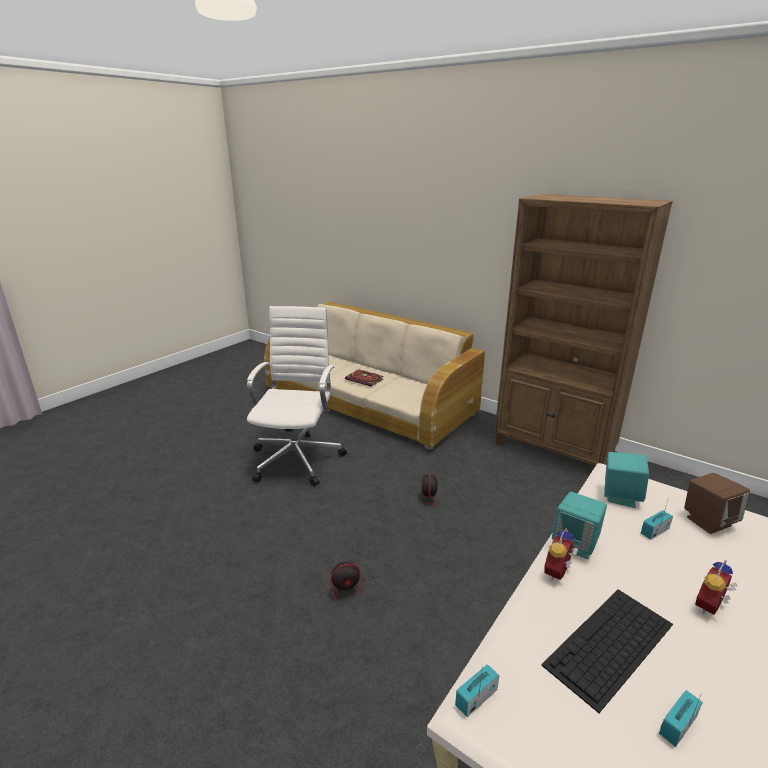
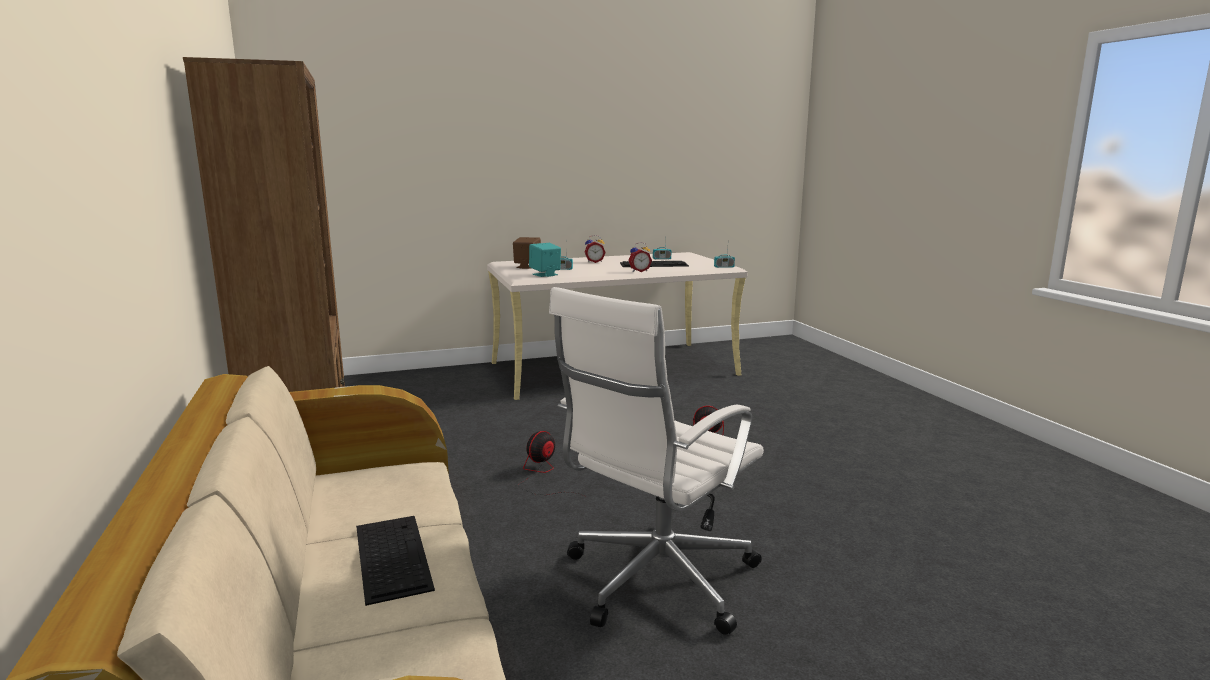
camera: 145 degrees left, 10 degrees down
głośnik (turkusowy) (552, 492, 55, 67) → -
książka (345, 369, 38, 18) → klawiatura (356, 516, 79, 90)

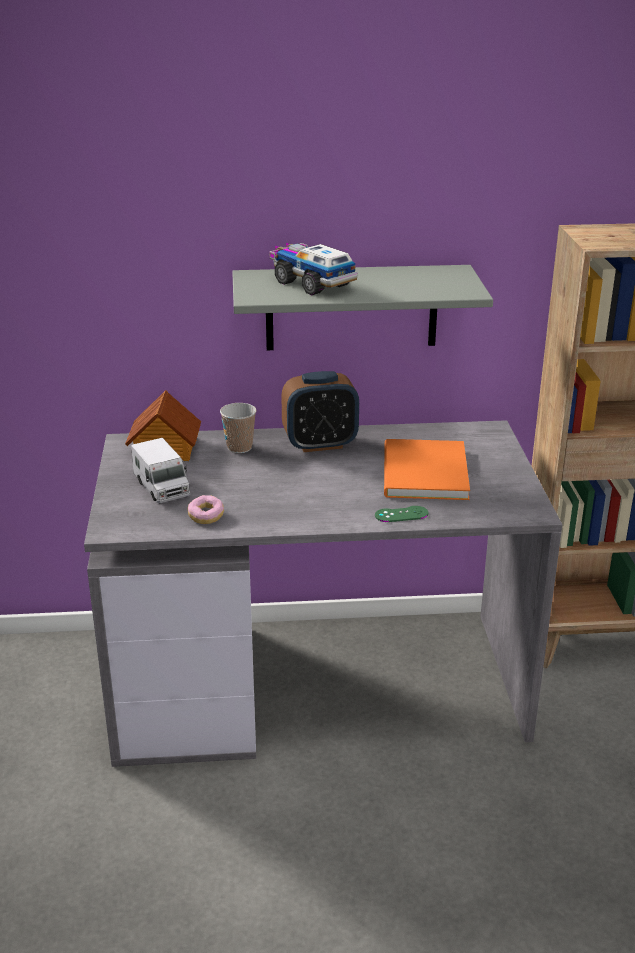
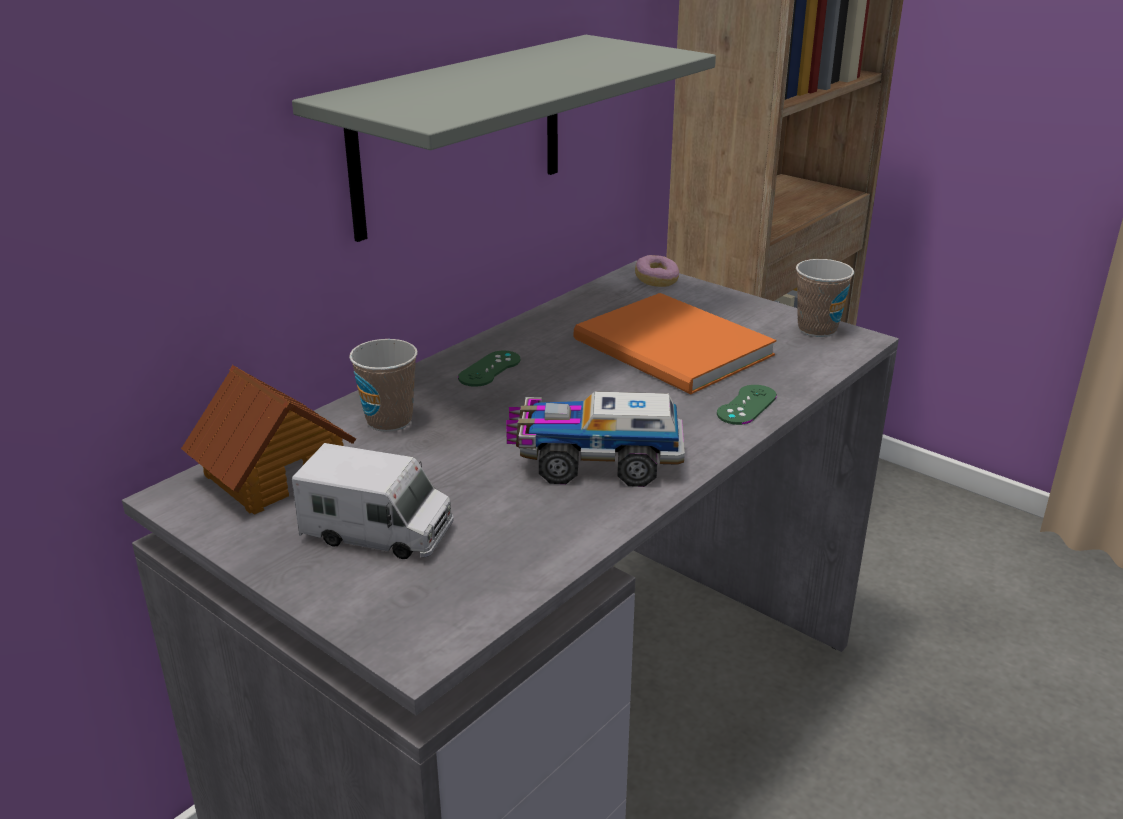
camera: 45 degrees left, 0 degrees up
- → filiżanka (796, 259, 58, 78)
donut (187, 495, 37, 29) → donut (635, 255, 44, 32), shifted
ciężarówka zabawkowa (269, 243, 89, 52) → ciężarówka zabawkowa (506, 391, 179, 96), shifted
budzik (281, 371, 78, 81) → pad do gier (zielony) (458, 351, 62, 36)

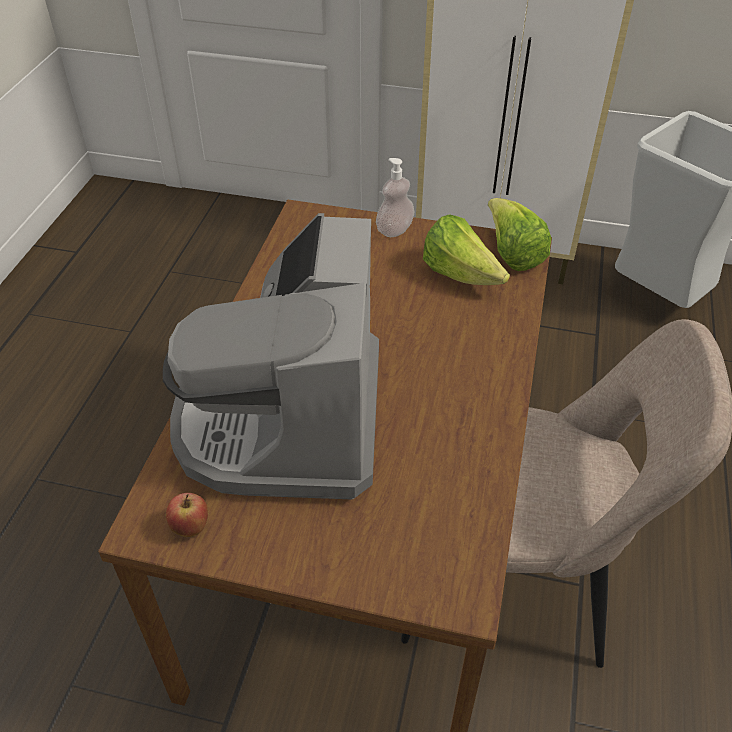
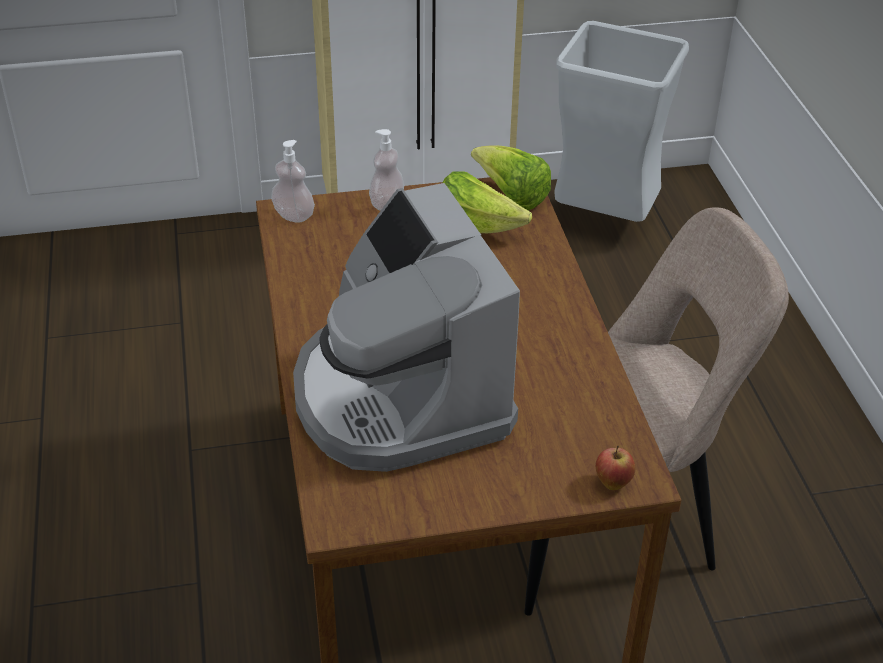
camera: 25 degrees left, 5 degrees down
- → dozownik mydła (271, 140, 44, 83)
jabłko (166, 493, 42, 44) → jabłko (596, 446, 39, 44), shifted

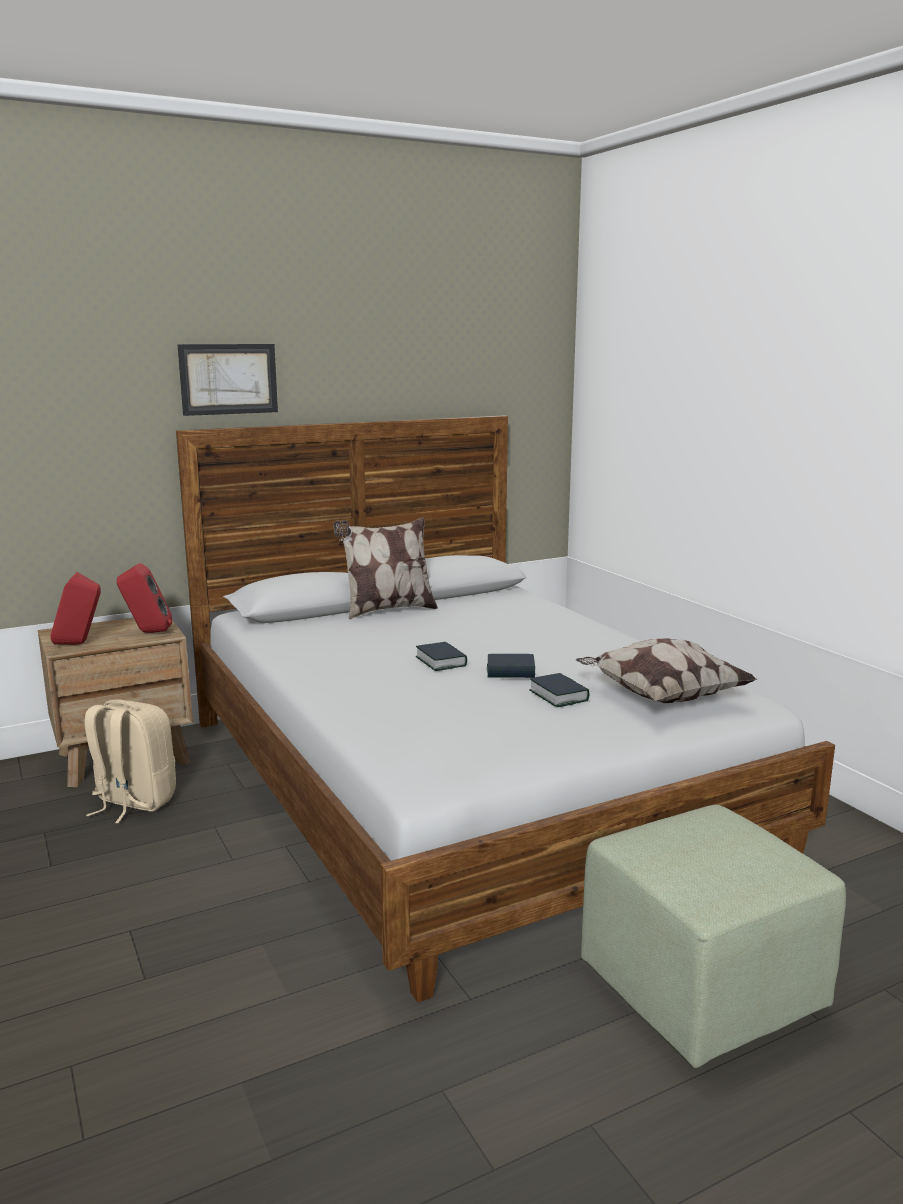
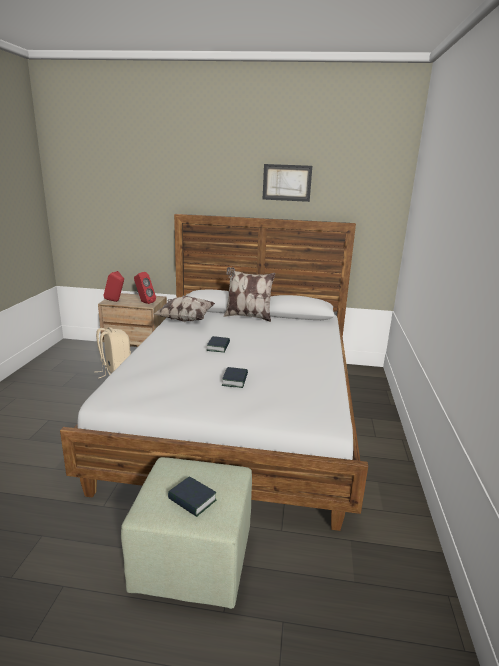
camera: 35 degrees right, 5 degrees up
obraz (177, 344, 101, 72) → obraz (263, 164, 49, 38), shifted
książka (487, 654, 48, 24) → książka (168, 477, 49, 40), shifted
poduszka (576, 638, 181, 65) → poduszka (154, 296, 61, 26), shifted

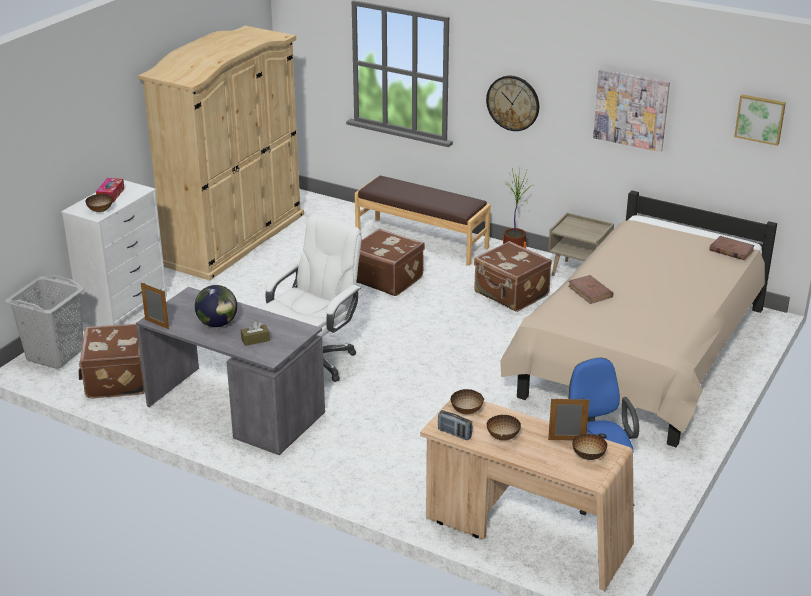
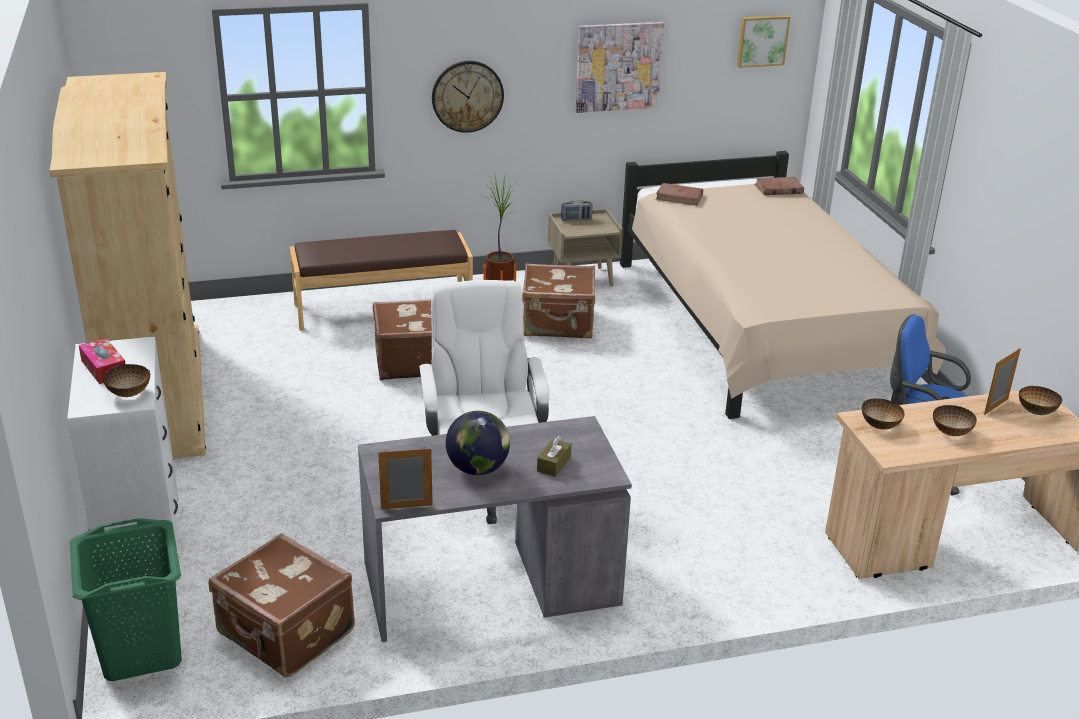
camera: 45 degrees left, 0 degrees up
radio (438, 410, 34, 30) → radio (561, 200, 32, 21), shifted
książka (brązowy) (568, 275, 45, 29) → książka (brązowy) (656, 183, 47, 22), shifted
kosz na pranie (szary) (5, 275, 80, 93) → kosz na pranie (zielony) (69, 518, 113, 163)

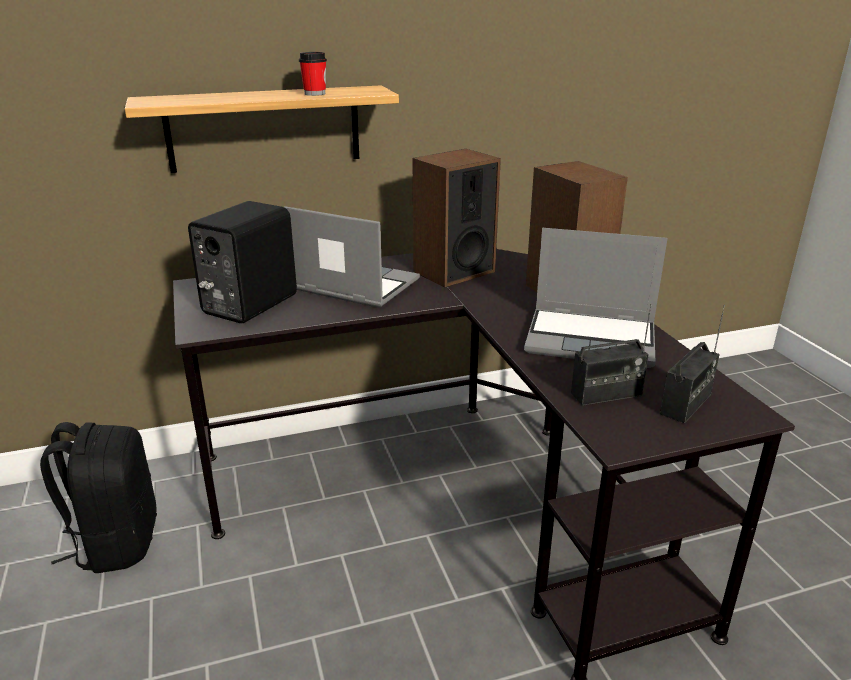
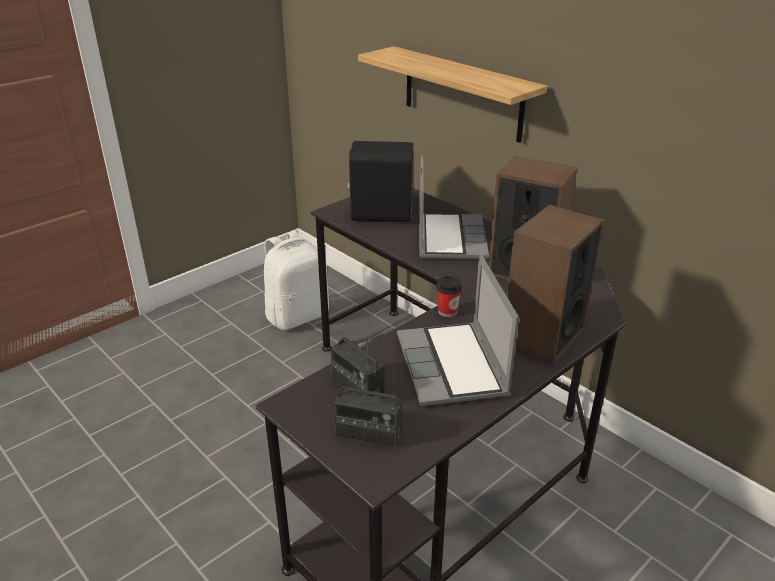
camera: 65 degrees right, 5 degrees up
filiżanka (299, 52, 28, 44) → filiżanka (436, 276, 26, 41), shifted
plecak (czarny) (40, 422, 117, 151) → plecak (biały) (264, 231, 65, 99)

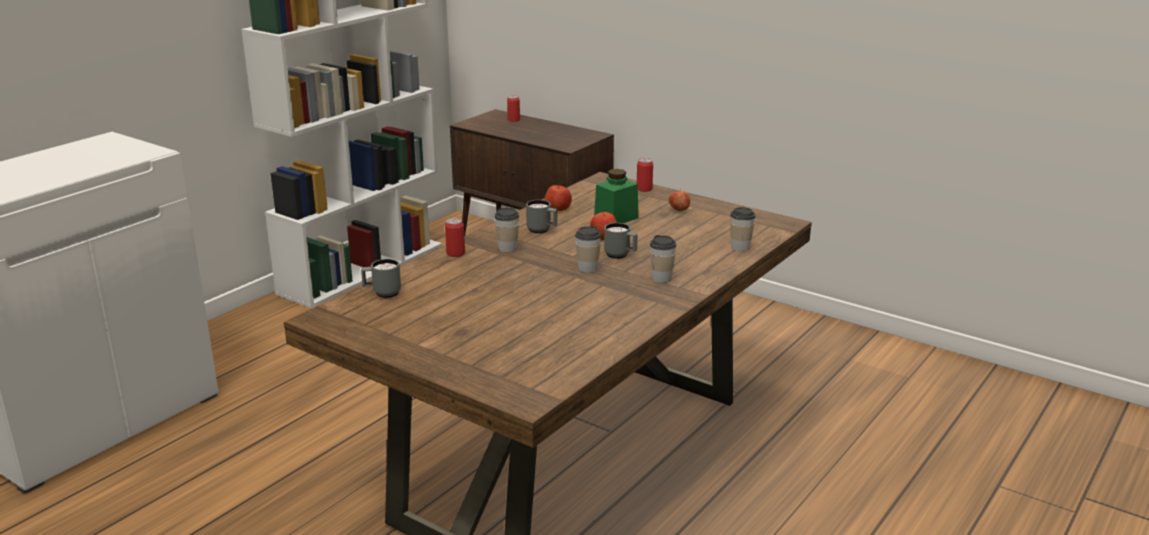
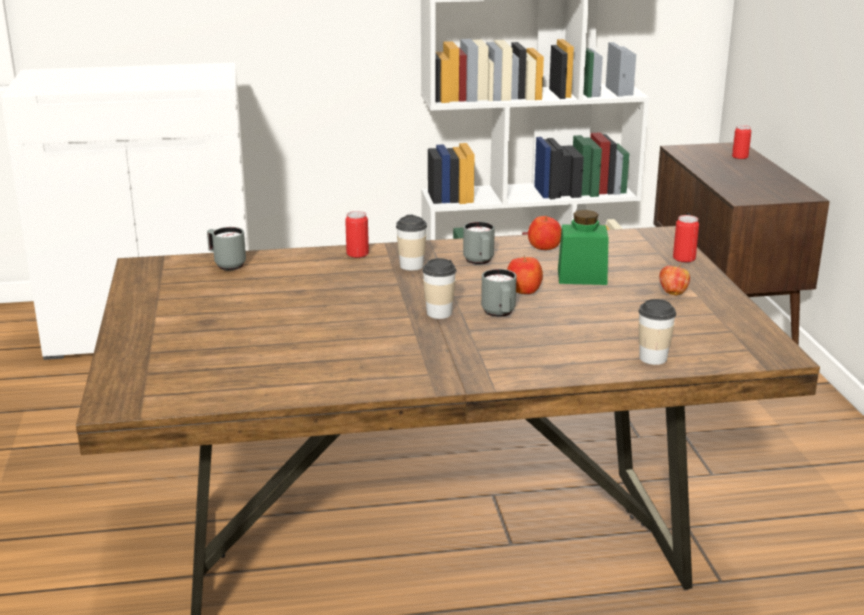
camera: 45 degrees right, 0 degrees up
filiżanka (650, 235, 27, 48) → -

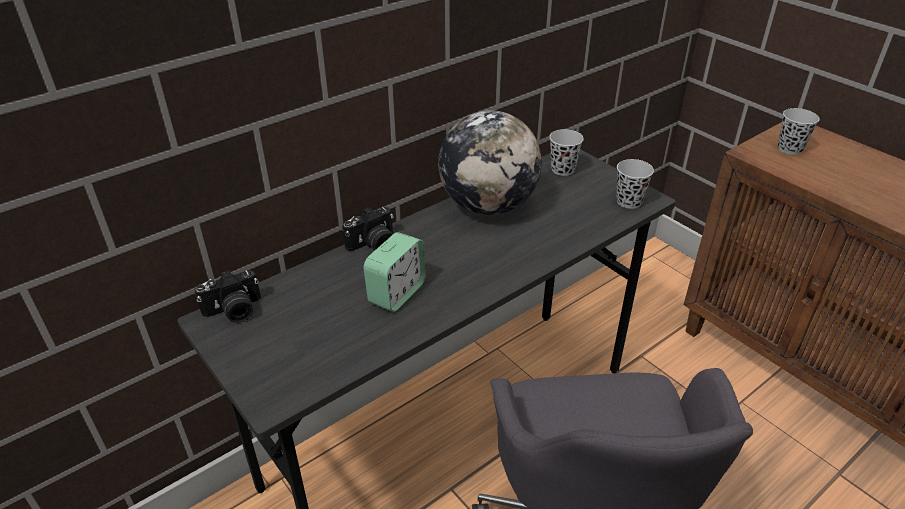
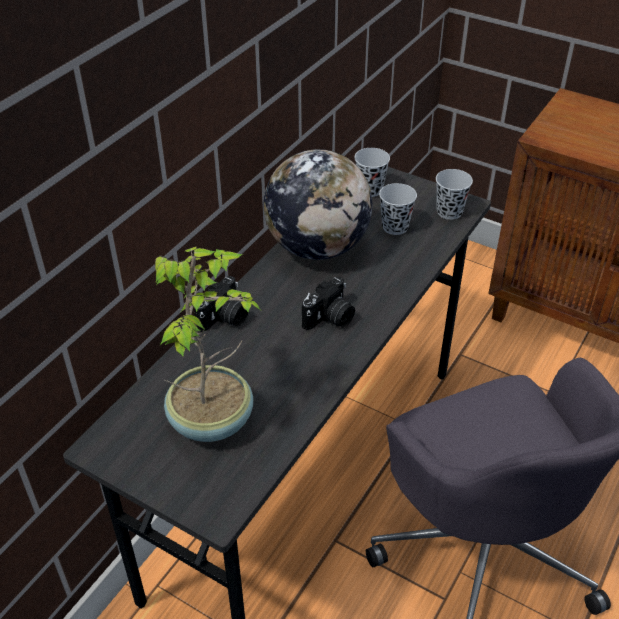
camera: 20 degrees left, 5 degrees up
budzik (363, 232, 63, 80) → -
- → roślina doniczkowa (155, 246, 106, 196)
aparat fotograficzny (194, 270, 67, 53) → aparat fotograficzny (302, 277, 53, 53), shifted
filiżanka (czarny) (778, 108, 42, 47) → filiżanka (czarny) (379, 183, 38, 52), shifted

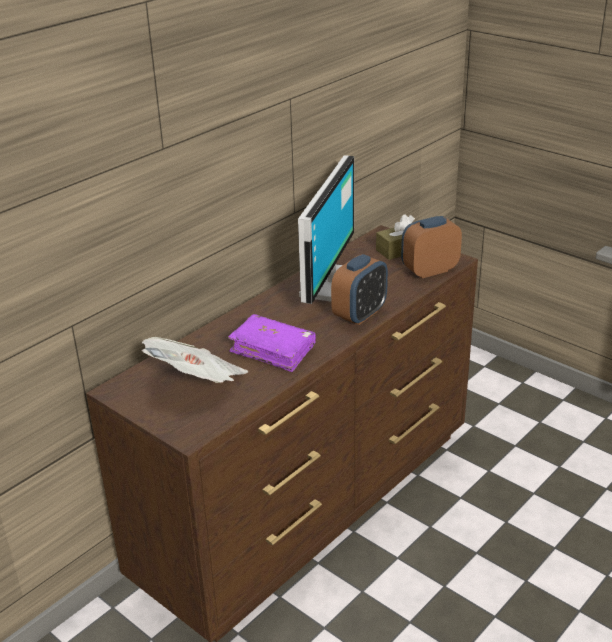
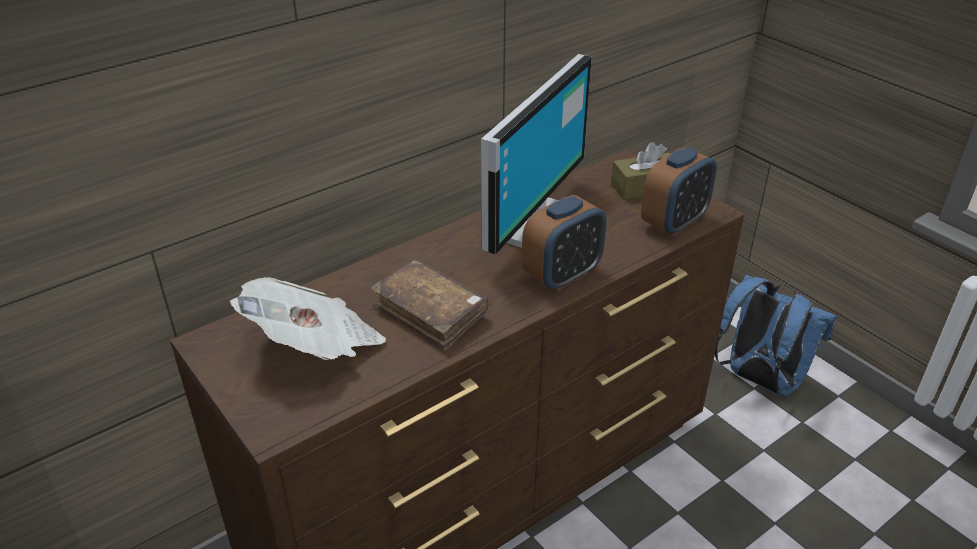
camera: 10 degrees right, 5 degrees up
- → plecak (niebieski) (715, 274, 122, 122)
książka (fioletowy) (228, 314, 88, 58) → książka (brązowy) (371, 259, 118, 91)
budzik (401, 216, 61, 62) → budzik (641, 147, 76, 89), 150 degrees clockwise

